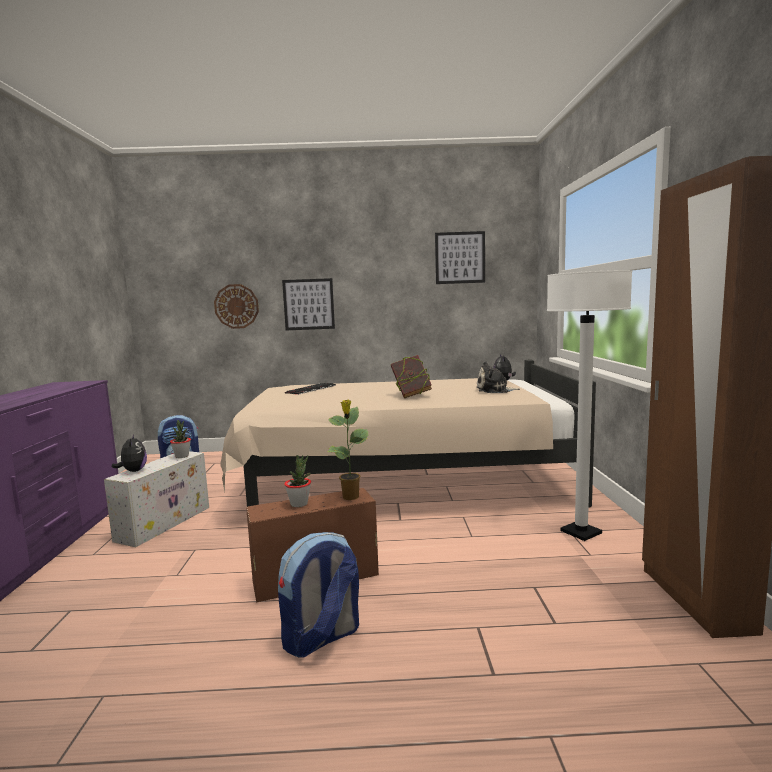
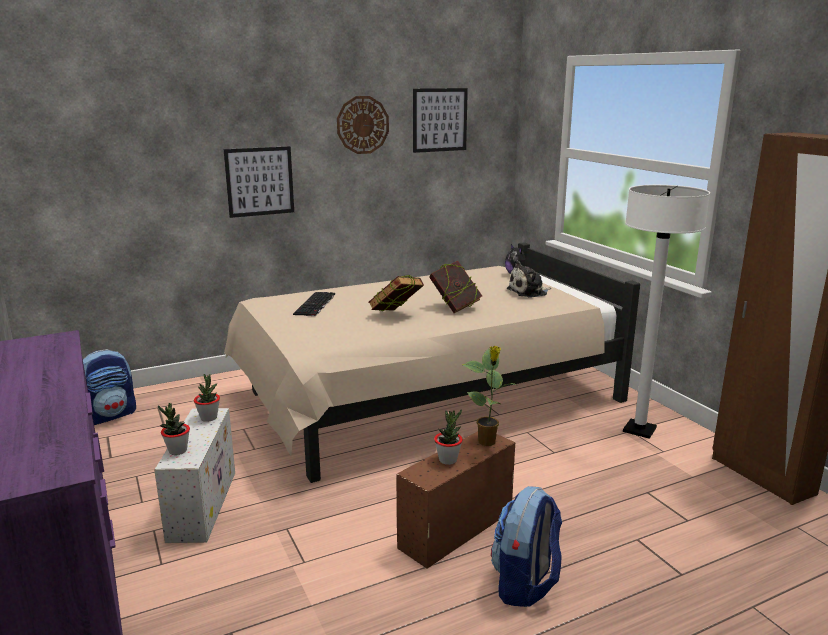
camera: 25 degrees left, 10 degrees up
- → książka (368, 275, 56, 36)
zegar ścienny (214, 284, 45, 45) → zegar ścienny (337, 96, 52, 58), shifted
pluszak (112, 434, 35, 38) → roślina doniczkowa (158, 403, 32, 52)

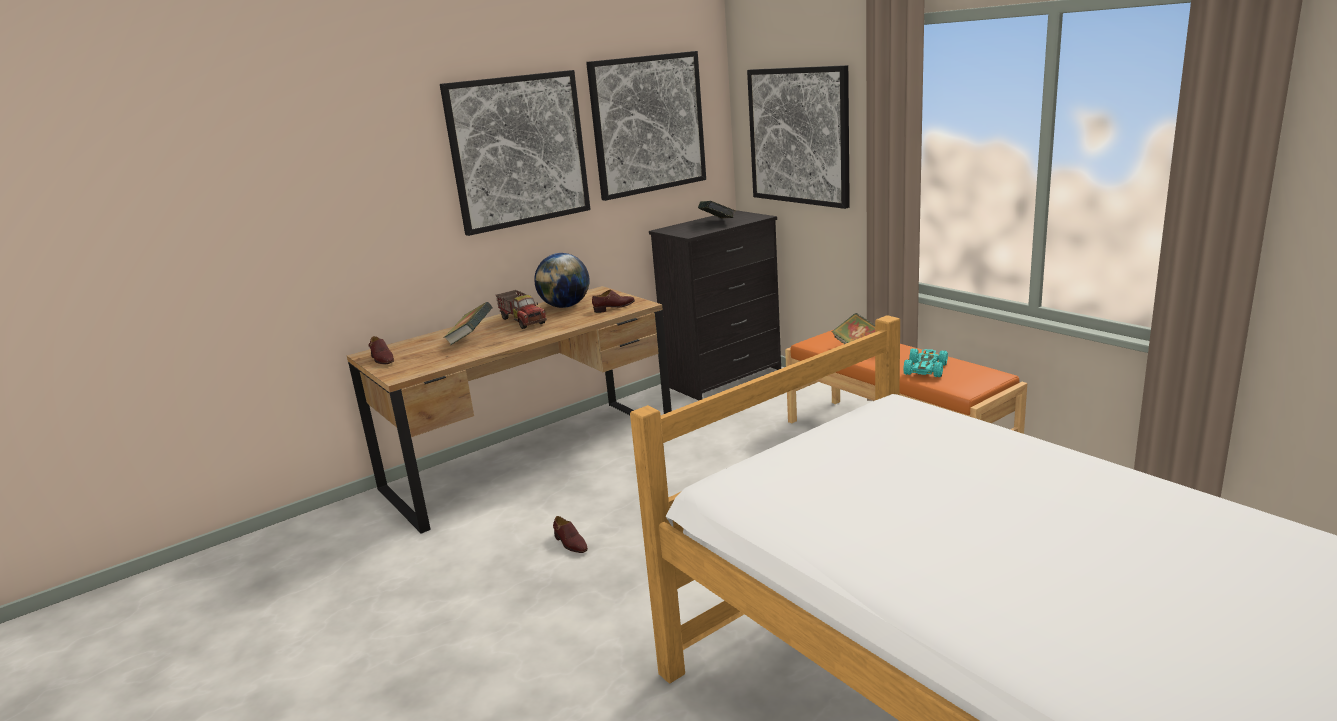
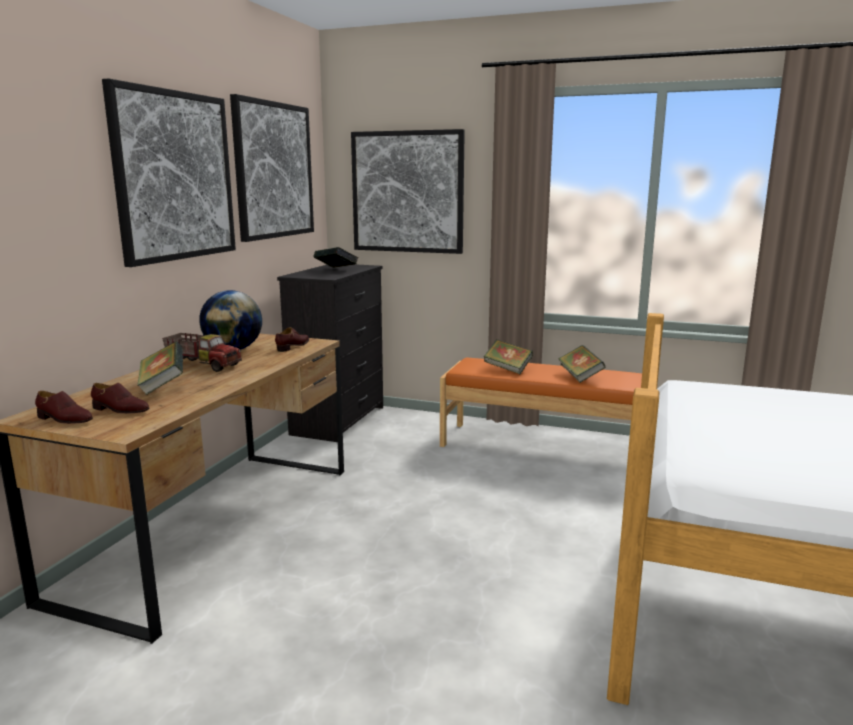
camera: 35 degrees left, 5 degrees down
but (brązowy) (553, 516, 35, 37) → but (brązowy) (91, 383, 58, 31), shifted
samochodzik (turkusowy) (903, 348, 45, 29) → książka (558, 345, 47, 38)

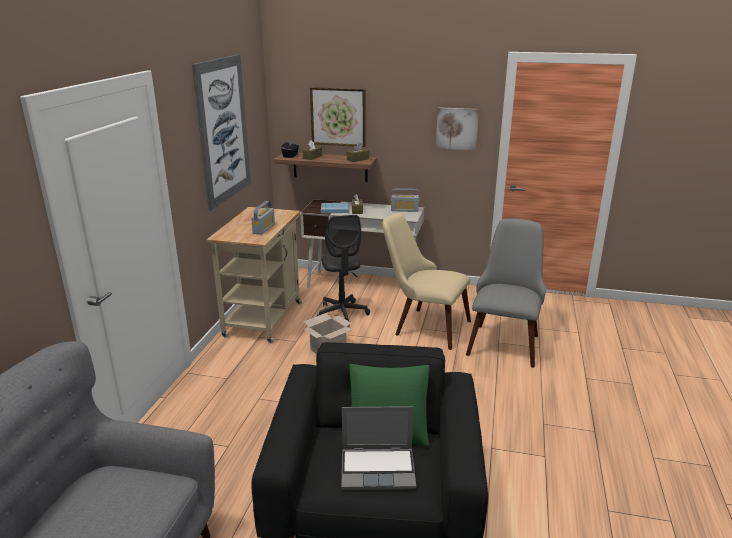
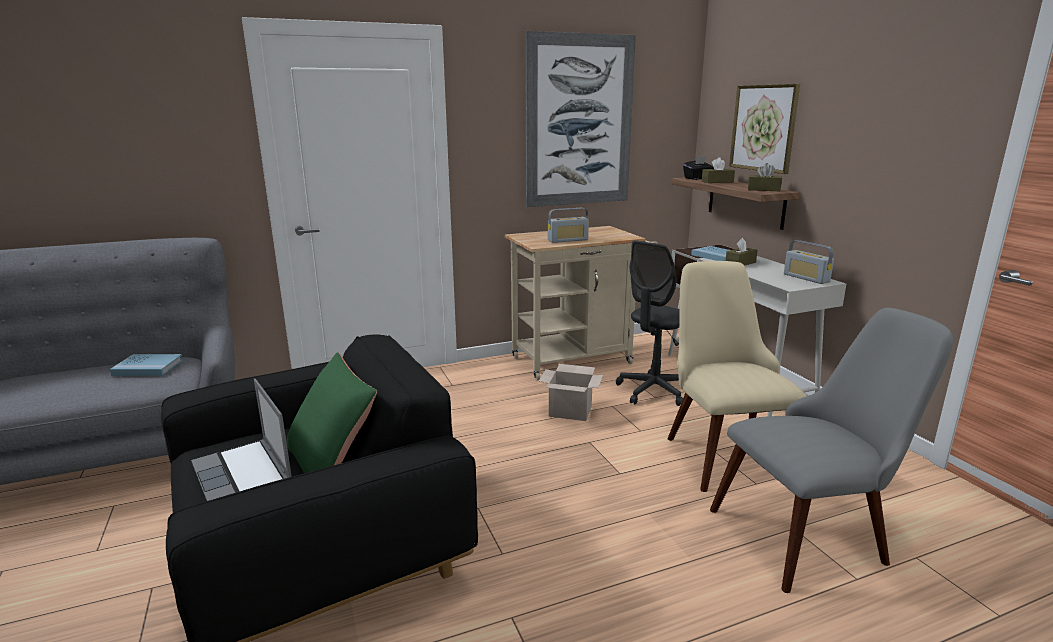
camera: 55 degrees right, 5 degrees down
obraz (436, 107, 43, 43) → -
- → książka (niebieski) (110, 354, 73, 22)

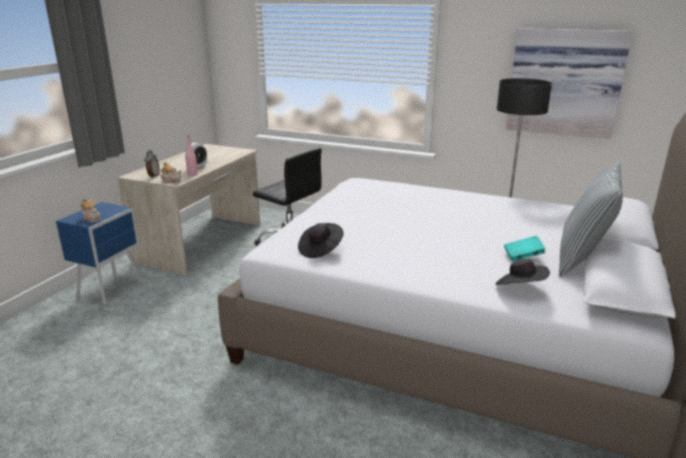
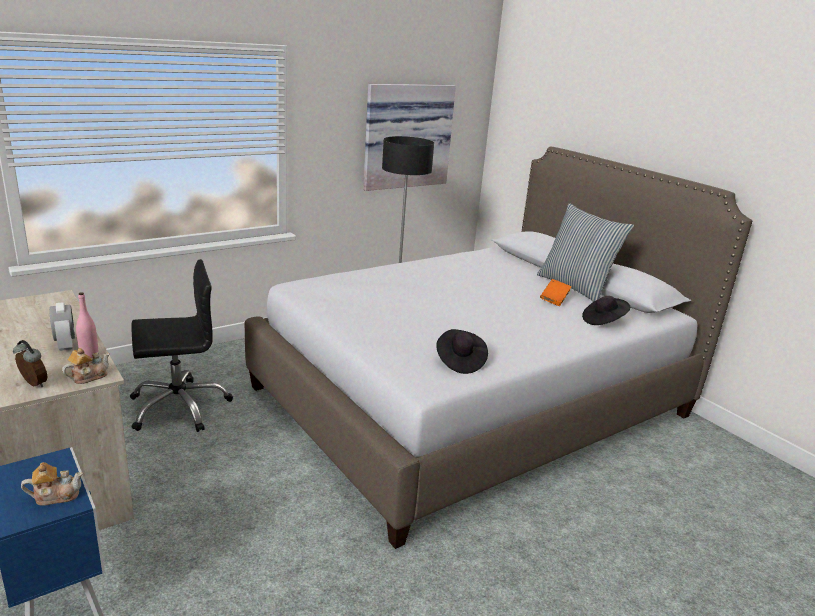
camera: 60 degrees left, 0 degrees up
książka (turkusowy) (504, 235, 42, 27) → książka (pomarańczowy) (540, 279, 32, 27)

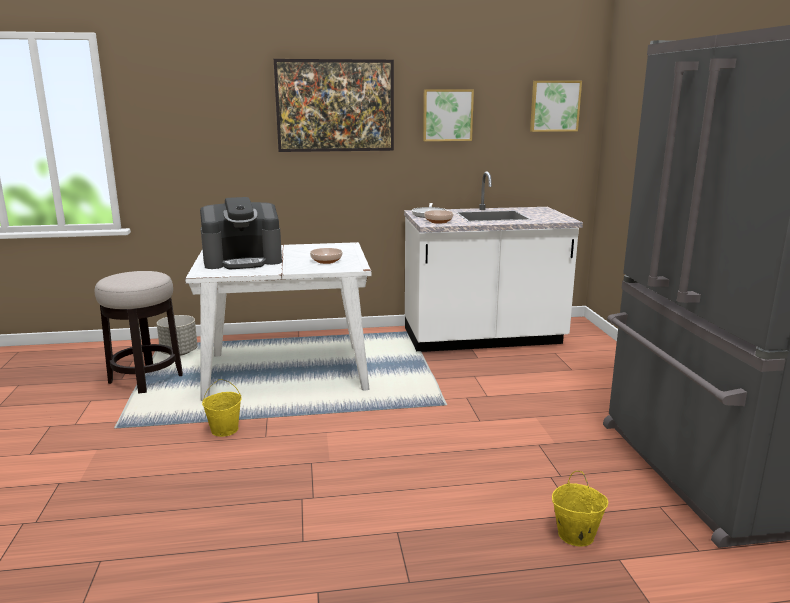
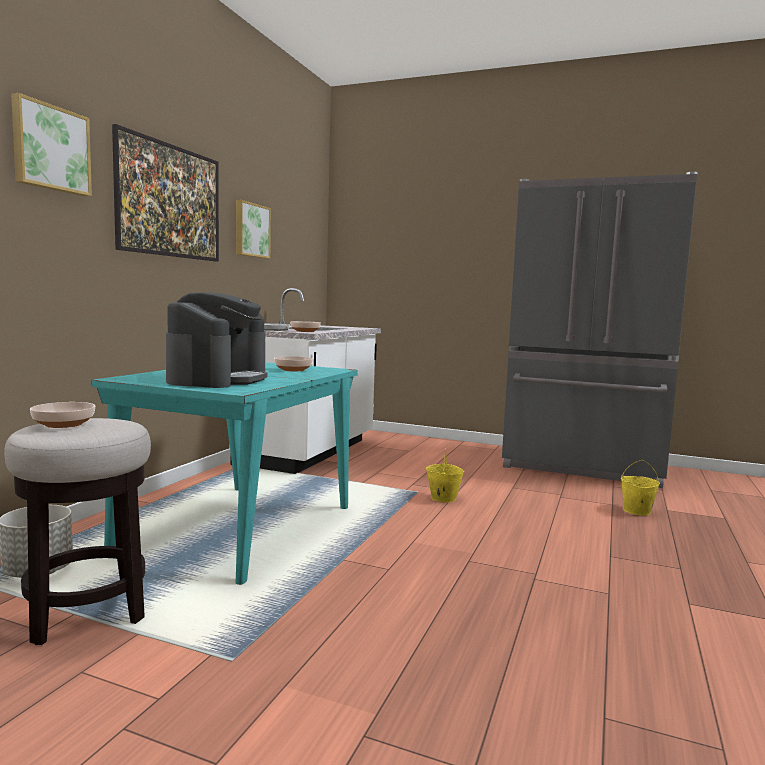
camera: 60 degrees left, 10 degrees down
- → miska (30, 402, 65, 26)
wiadro (żółty) (202, 379, 40, 58) → wiadro (żółty) (426, 450, 38, 53), shifted
obraz (530, 81, 52, 51) → obraz (11, 93, 81, 103), shifted
stół jadalny (biały) (185, 242, 187, 159) → stół jadalny (turkusowy) (91, 362, 267, 223)

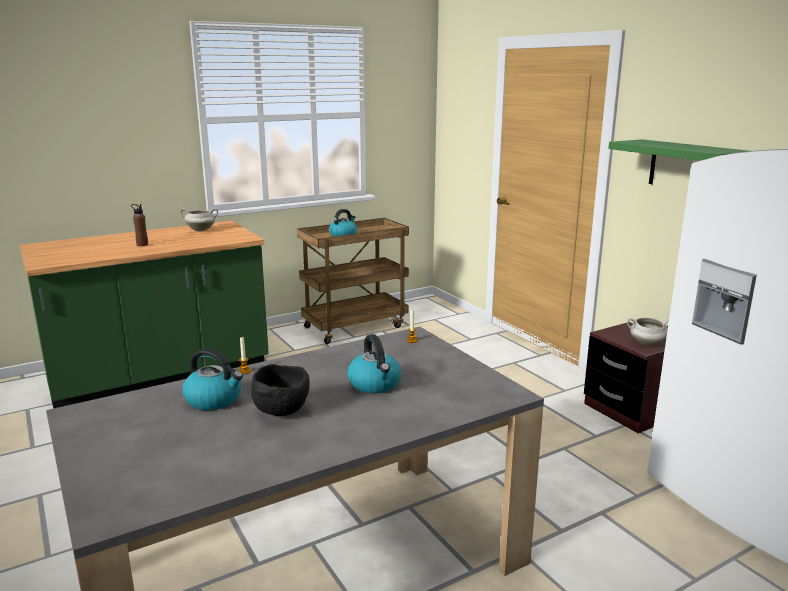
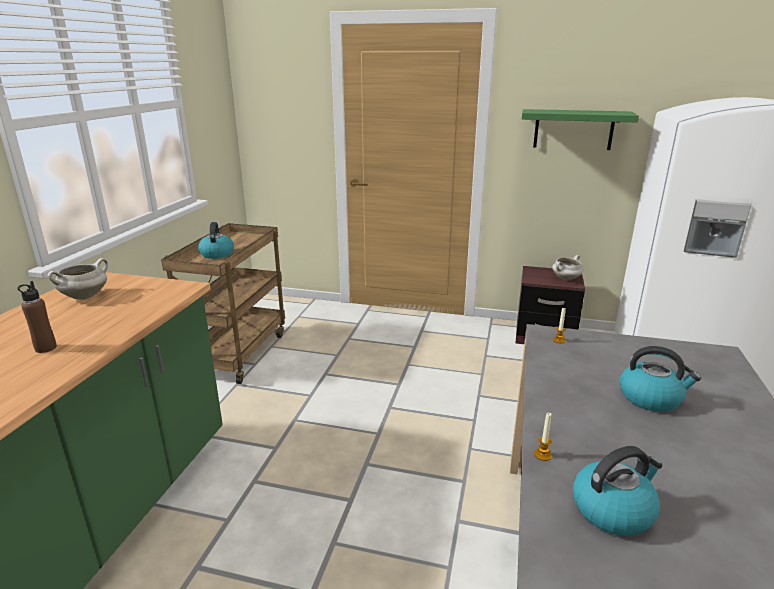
camera: 45 degrees left, 5 degrees up
miska (czarny) (251, 364, 58, 52) → -

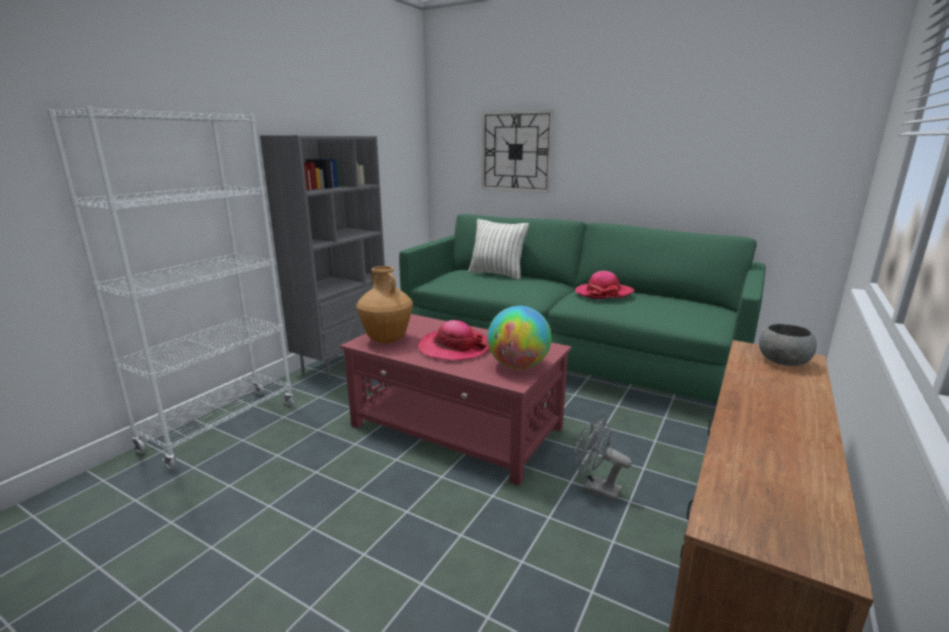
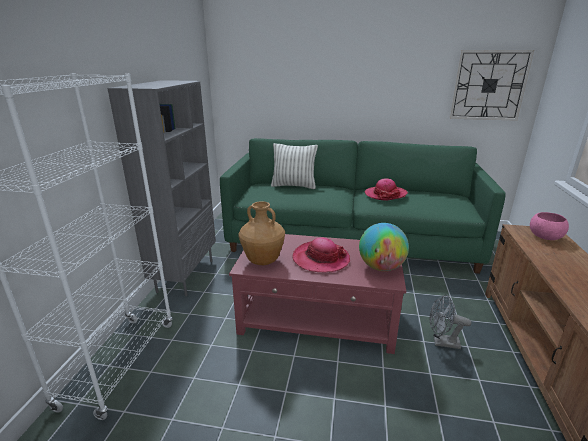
camera: 20 degrees left, 5 degrees up
zegar ścienny (481, 110, 73, 83) → zegar ścienny (449, 50, 85, 71), shifted
miska (szary) (759, 324, 58, 42) → miska (różowy) (530, 212, 39, 28)

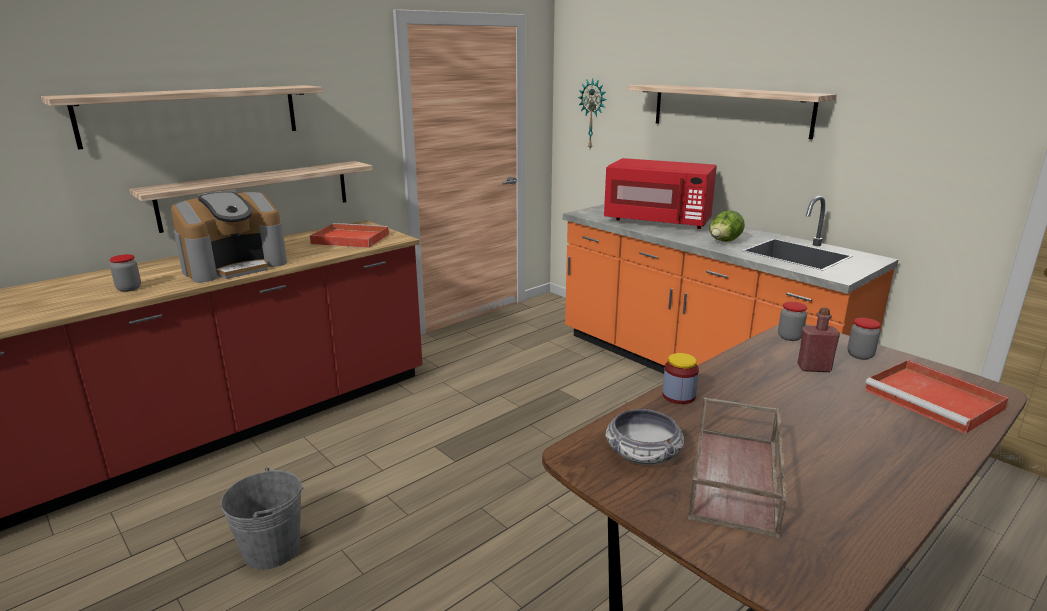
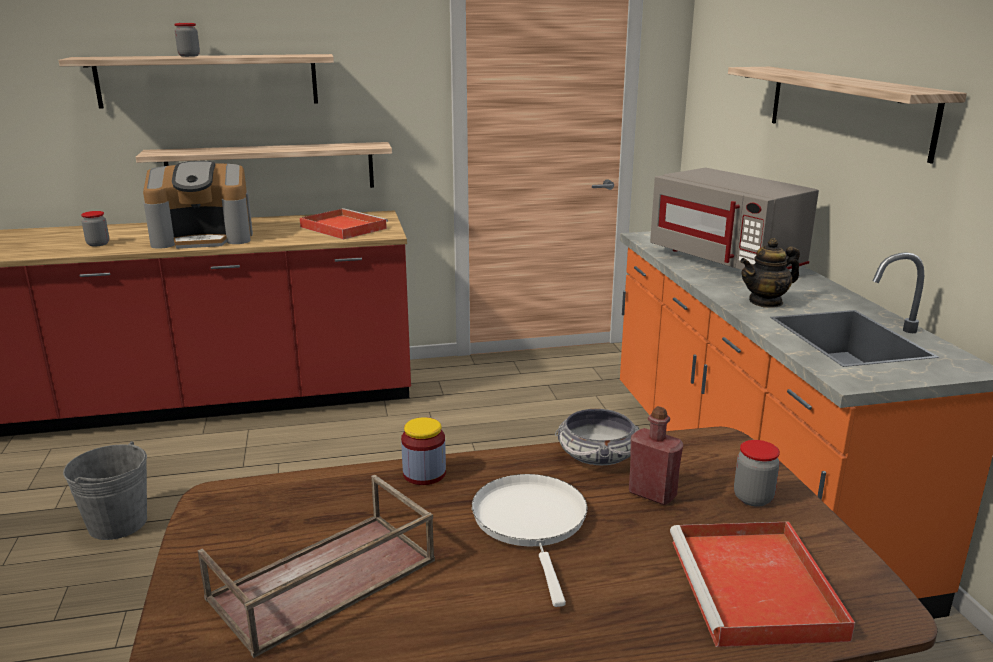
camera: 30 degrees right, 0 degrees up
zegar ścienny (578, 78, 28, 70) → -
- → patelnia (biały) (472, 474, 115, 133)
miska (606, 409, 78, 56) → miska (555, 409, 85, 56), shifted
słoik (778, 302, 29, 39) → słoik (174, 23, 26, 34), shifted
sałata (709, 210, 36, 32) → imbryk (740, 238, 60, 70)
mikrofalówka (czerwony) (604, 158, 113, 71) → mikrofalówka (szary) (650, 168, 169, 102)

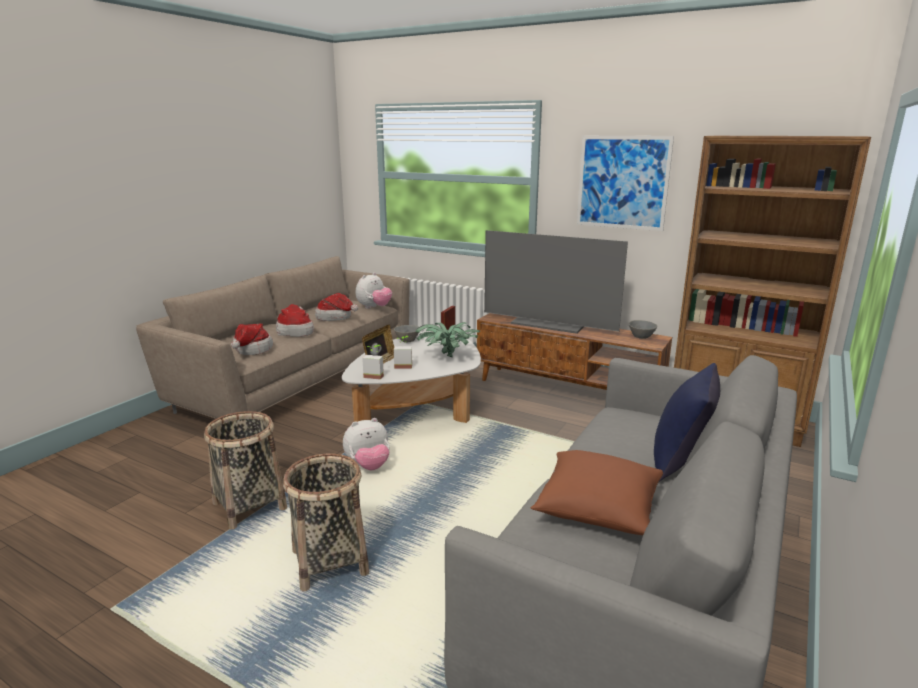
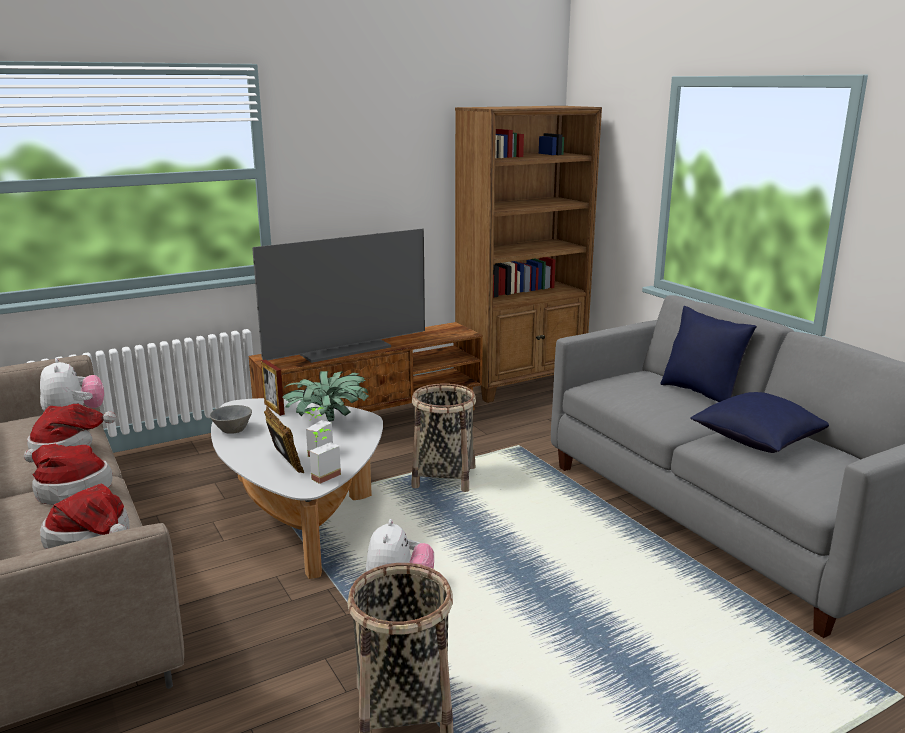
camera: 60 degrees left, 0 degrees up
obraz (577, 136, 97, 95) → -
miska (szary) (628, 320, 30, 19) → -
koszyk (283, 454, 86, 137) → koszyk (411, 383, 65, 109), shifted
poduszka (brązowy) (531, 450, 132, 85) → poduszka (niebieski) (690, 392, 139, 61)

